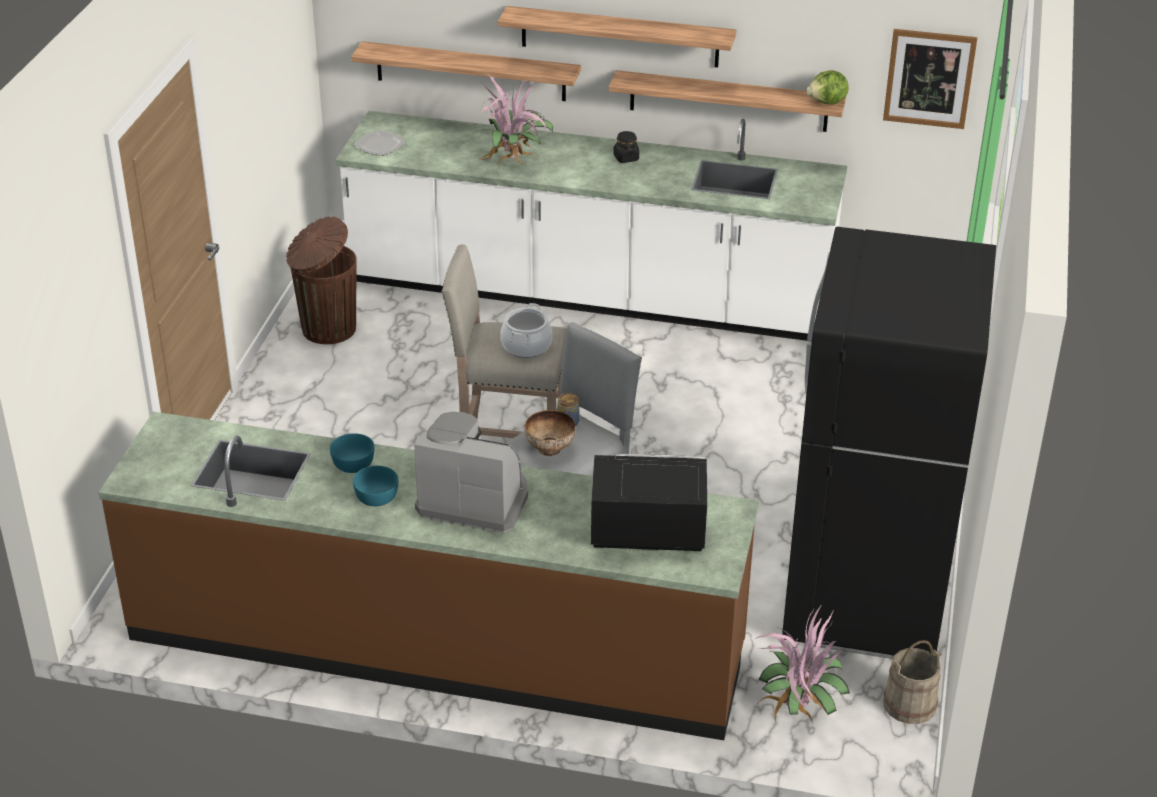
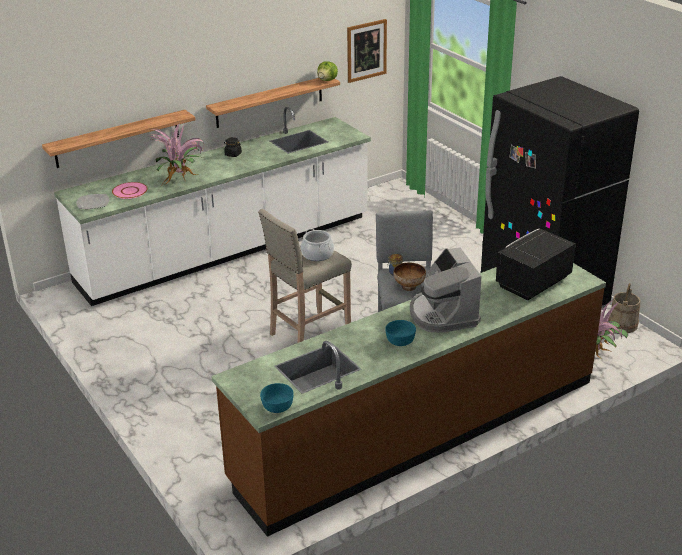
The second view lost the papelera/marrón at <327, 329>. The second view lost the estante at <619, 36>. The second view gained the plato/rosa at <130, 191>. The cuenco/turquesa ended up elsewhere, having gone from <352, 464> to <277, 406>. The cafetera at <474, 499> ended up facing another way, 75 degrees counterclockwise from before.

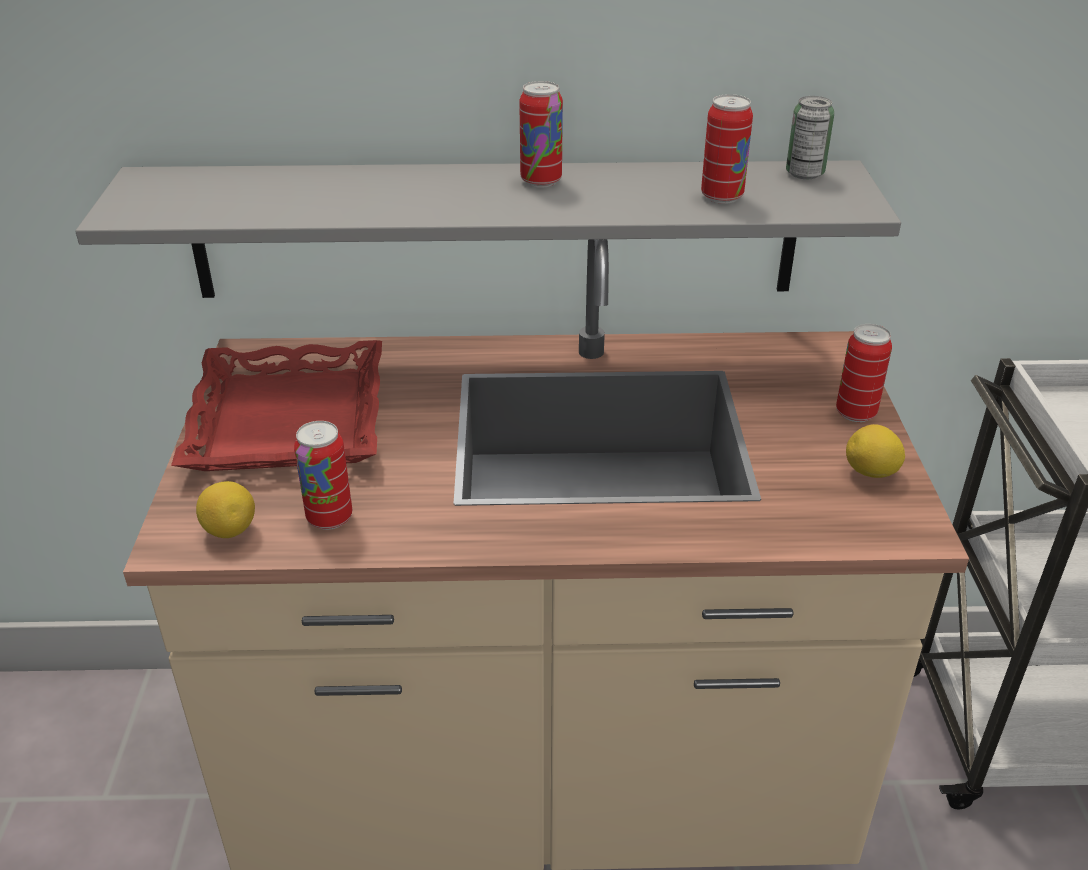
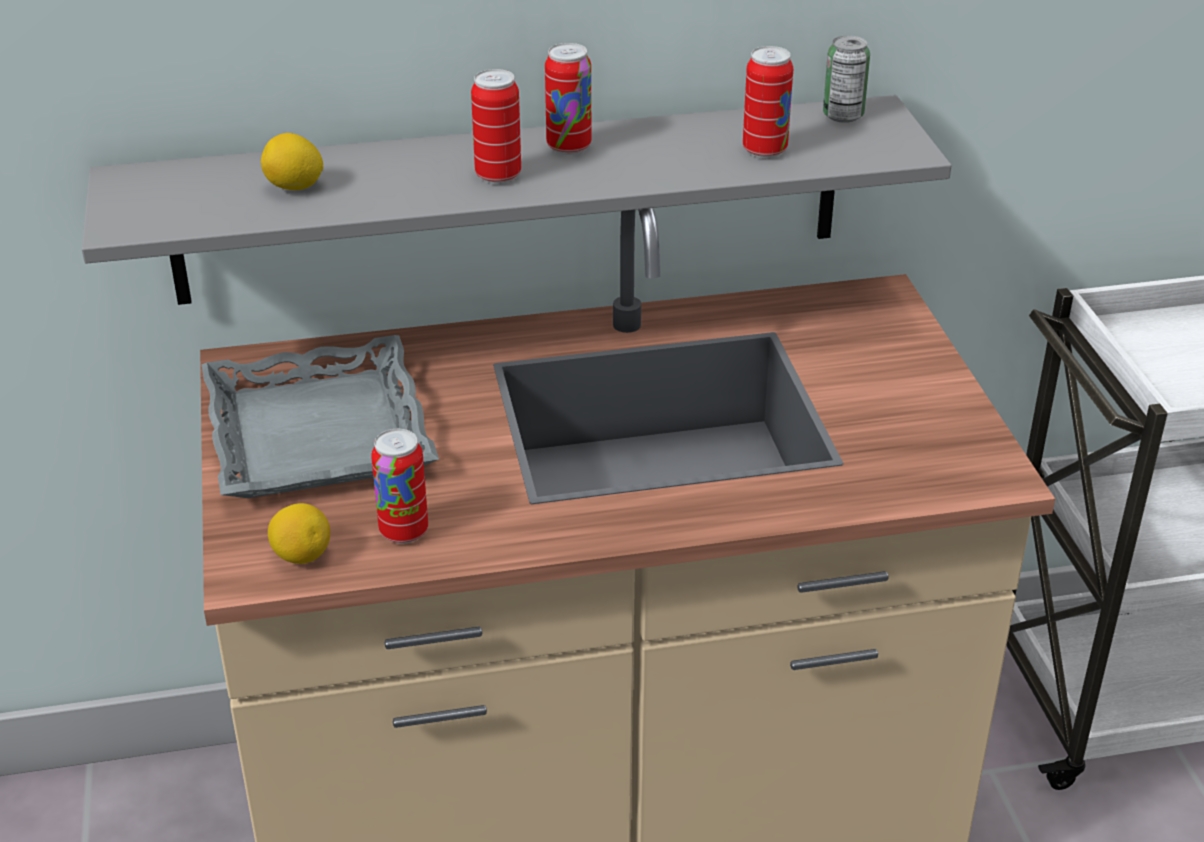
The lata ended up elsewhere, having gone from <855, 413> to <498, 175>. The limón ended up elsewhere, having gone from <871, 473> to <295, 188>. What was the bandeja/rojo at <286, 420> turned into the bandeja/gris at <316, 434>.

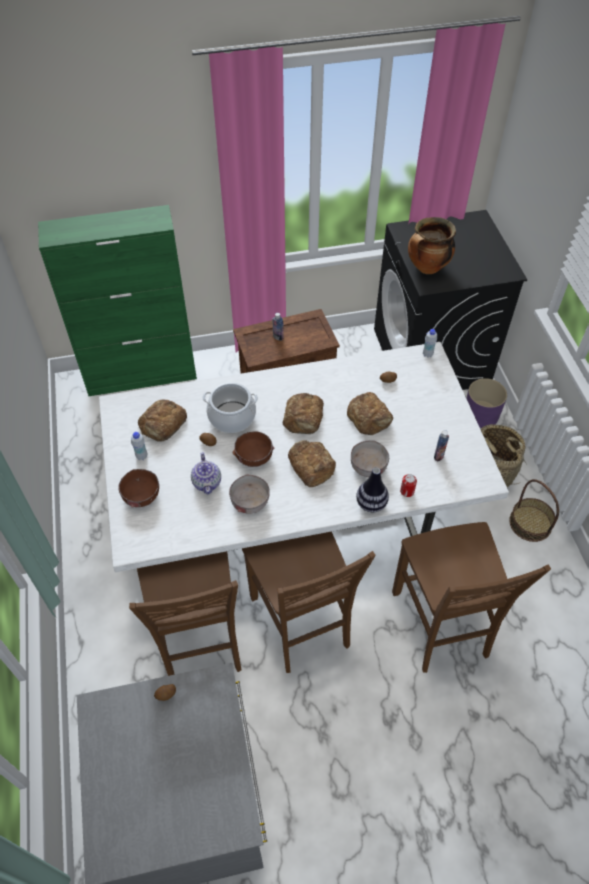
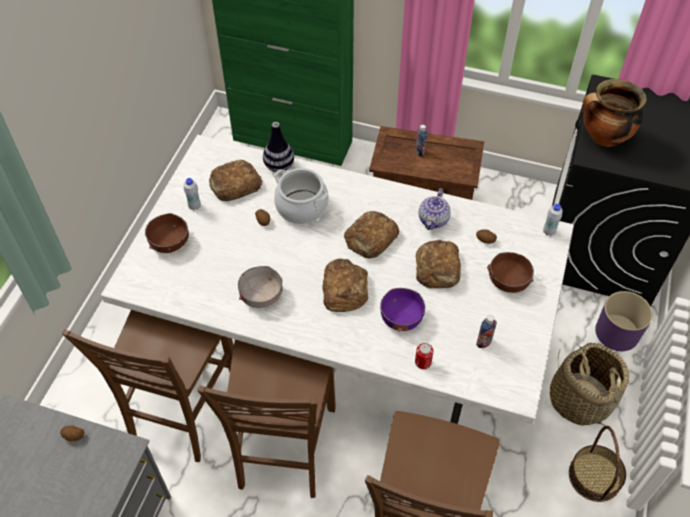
The tetera ended up elsewhere, having gone from <207, 482> to <433, 220>. The cuenco/marrón ended up elsewhere, having gone from <254, 456> to <508, 280>. The florero ended up elsewhere, having gone from <371, 504> to <279, 166>. What was the cuenco/gris at <368, 466> turned into the cuenco/morado at <401, 317>.

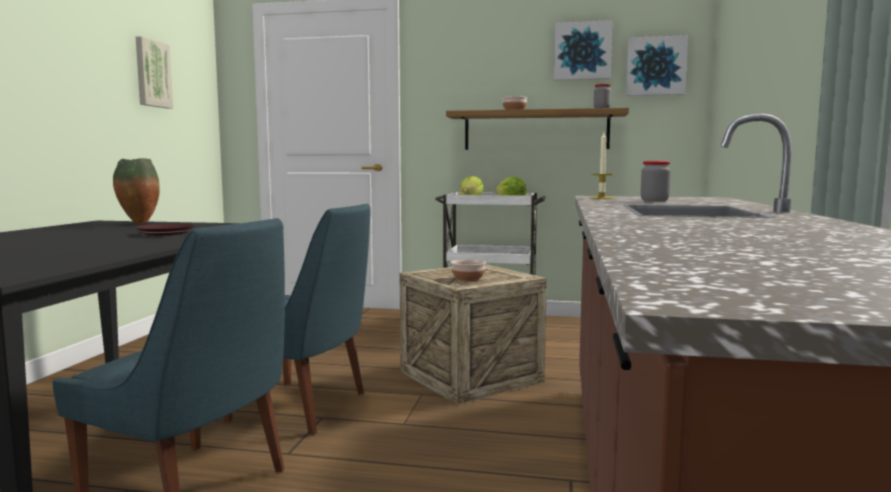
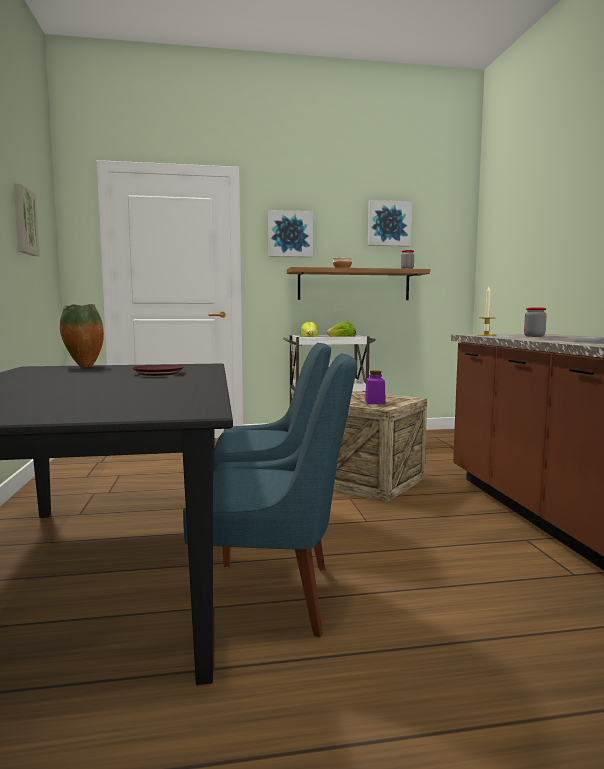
The cuadro ended up elsewhere, having gone from <655, 66> to <290, 234>. Where the cuenco stood at <468, 278>, the tarro/morado came to stand at <375, 402>.

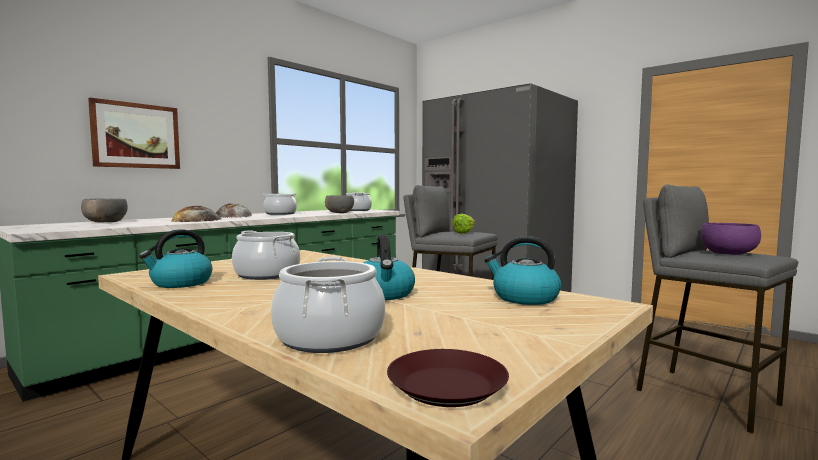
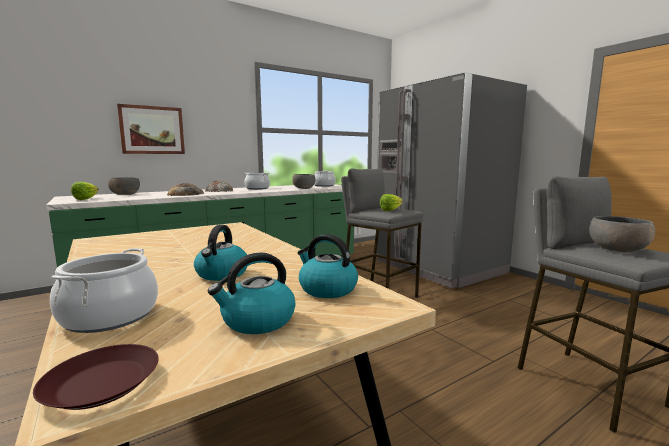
The second view lost the olla at <267, 274>. The second view gained the lechuga at <88, 199>. The hervidor ended up elsewhere, having gone from <180, 283> to <257, 321>. What was the cuenco/morado at <728, 253> turned into the cuenco/gris at <618, 249>.

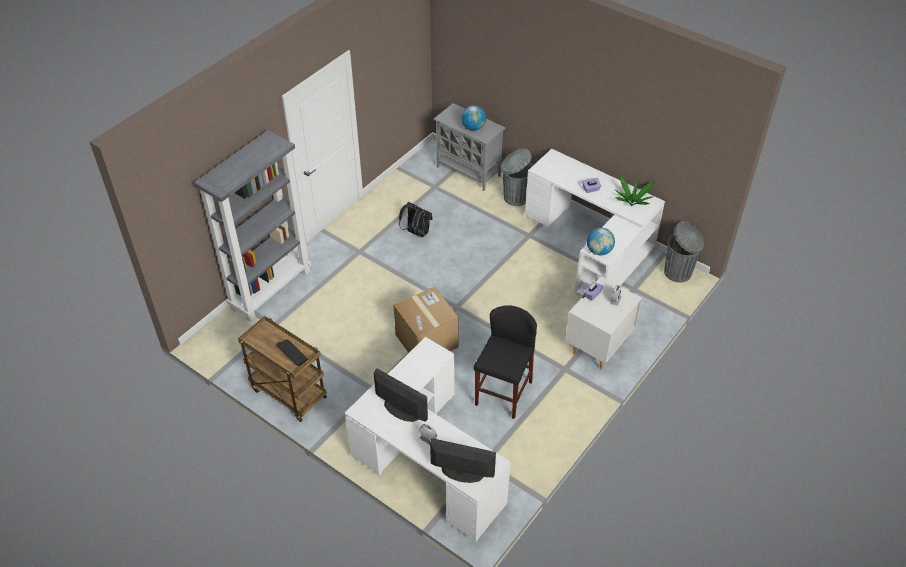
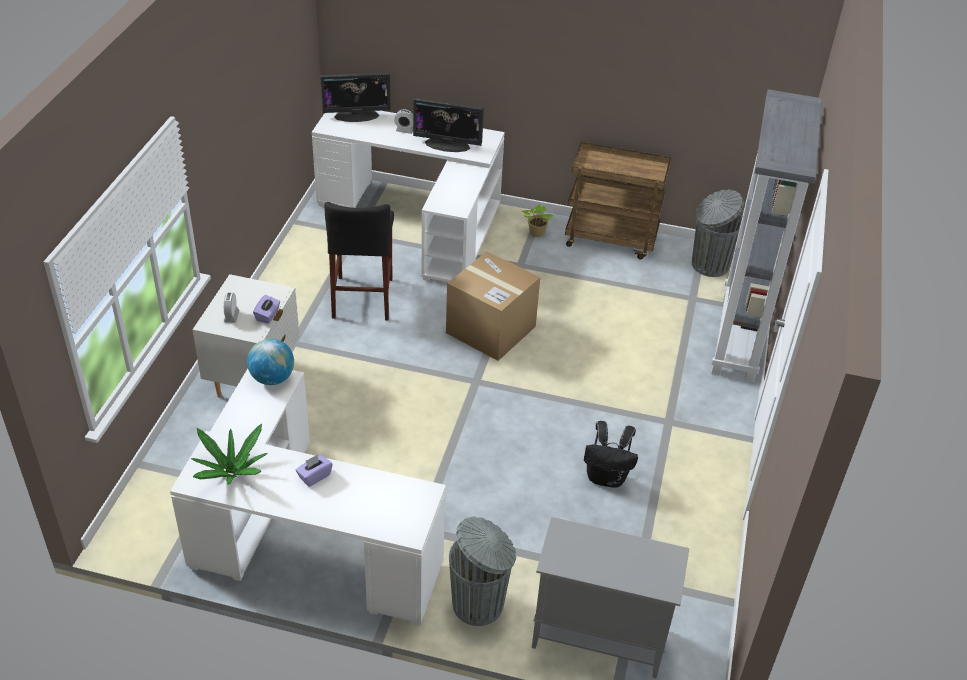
The second view lost the teclado at <292, 352>. The second view lost the globo terráqueo at <473, 128>. The second view gained the planta en maceta at <536, 233>. The papelera/gris ended up elsewhere, having gone from <678, 272> to <708, 265>.

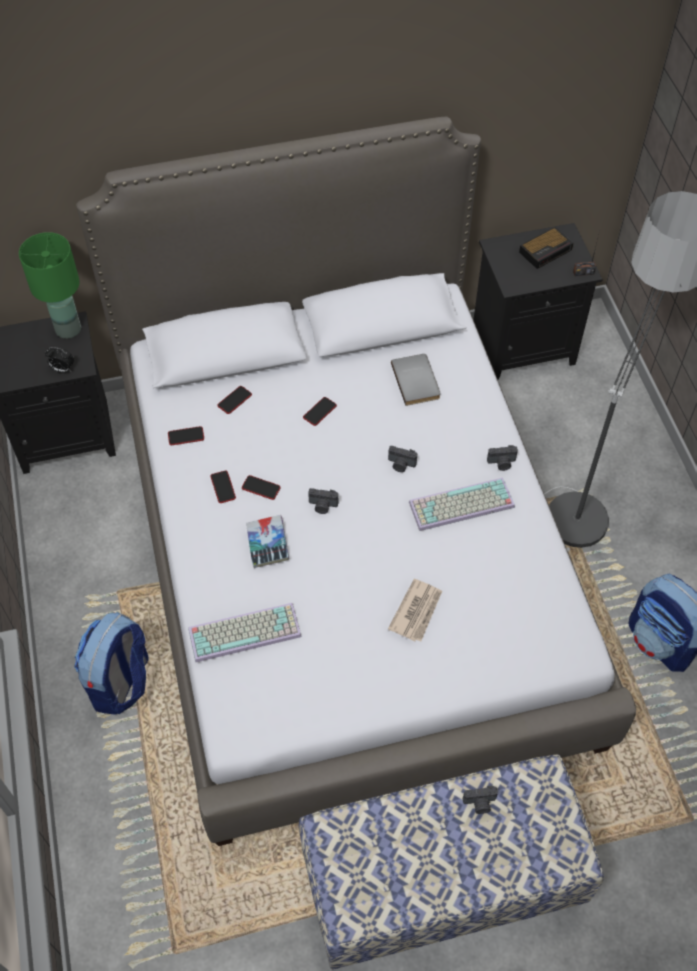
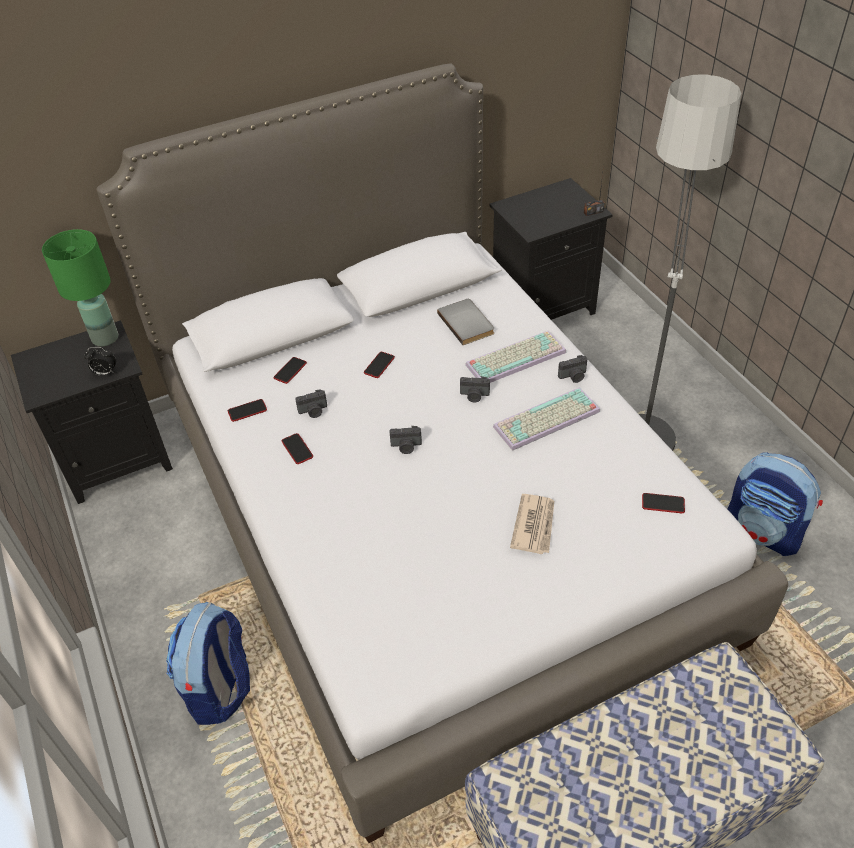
The second view lost the libro at <267, 544>. The second view lost the despertador at <546, 250>. The teclado ended up elsewhere, having gone from <245, 630> to <516, 357>. The móvil ended up elsewhere, having gone from <261, 488> to <663, 503>. The cámara ended up elsewhere, having gone from <480, 803> to <313, 411>.

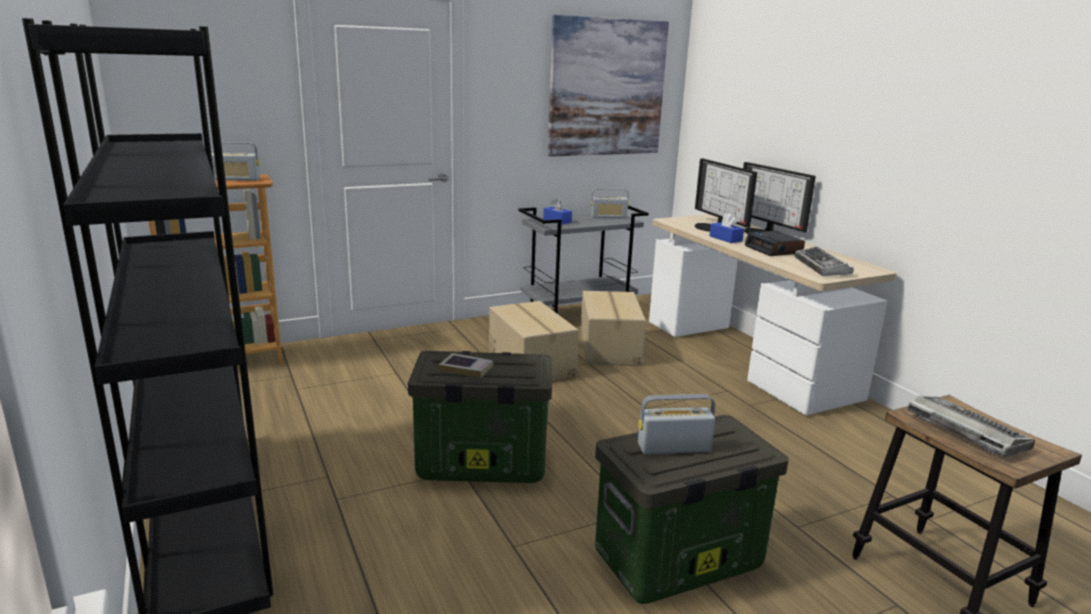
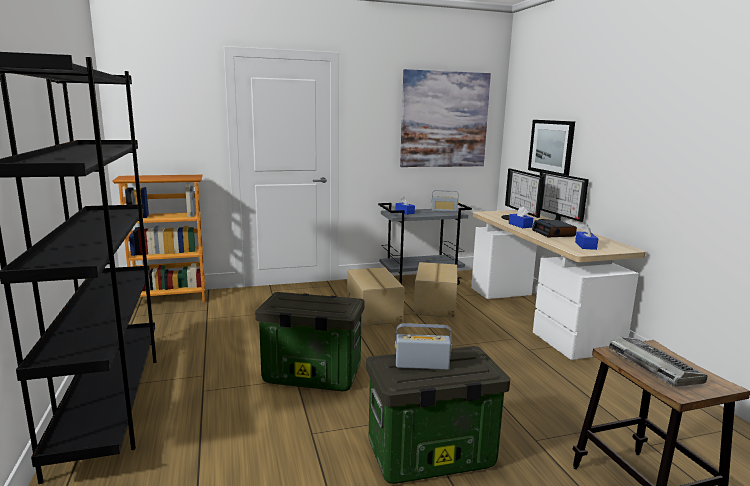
The second view lost the radio at <235, 179>. The second view lost the libro at <466, 369>. The second view gained the cuadro at <551, 147>. Where the teclado stood at <822, 267>, the caja de pañuelos/azul came to stand at <585, 245>.

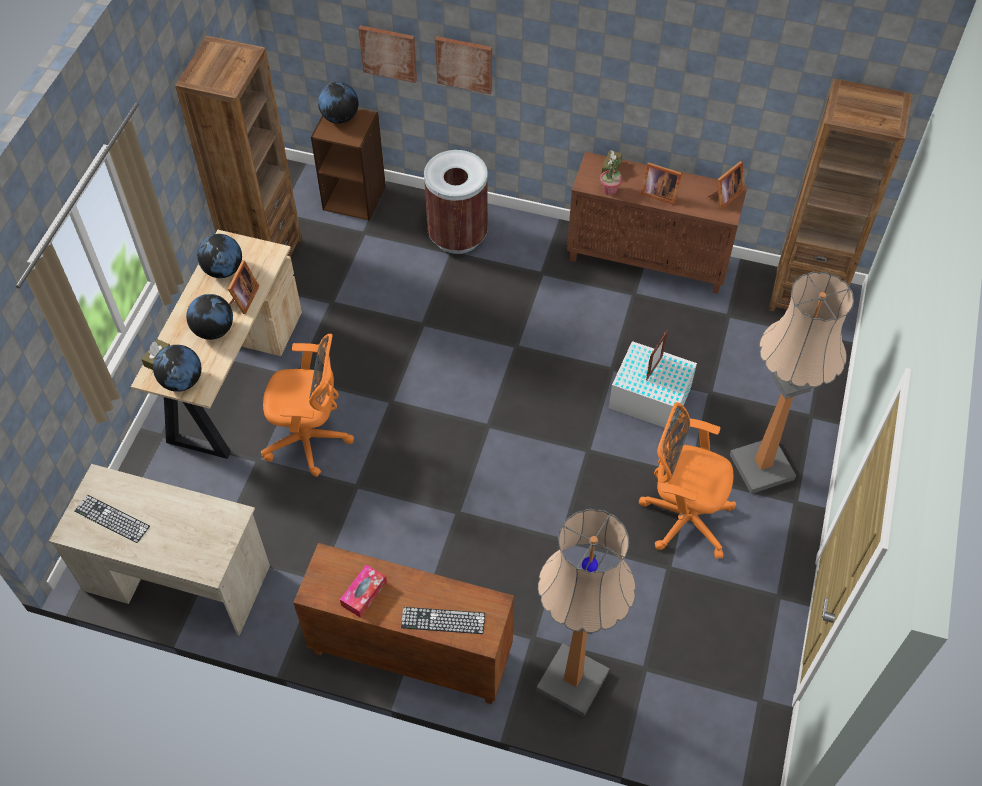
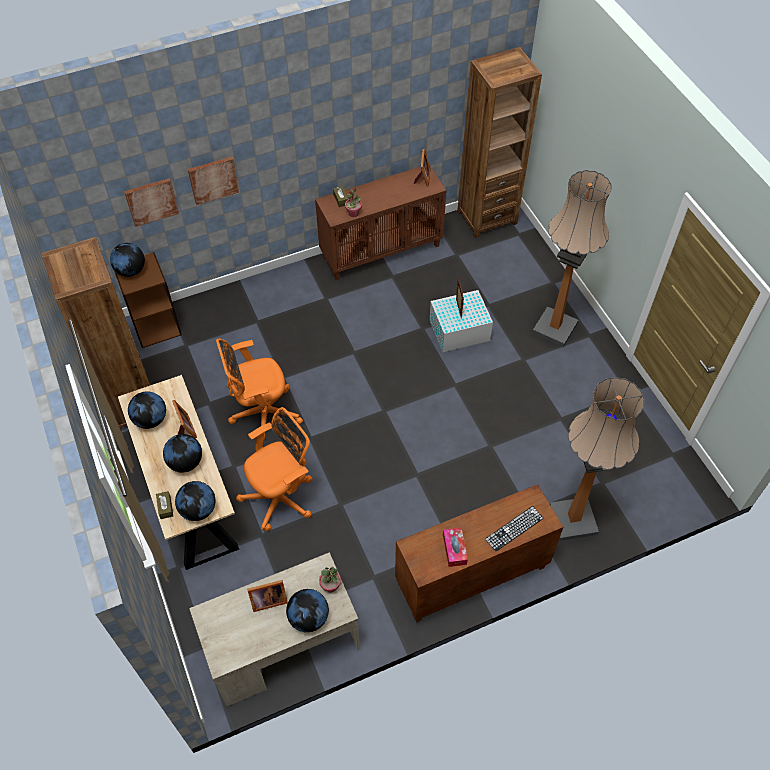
The second view lost the teclado at <112, 519>. The second view lost the papelera/marrón at <458, 235>. The second view gained the globo terráqueo at <308, 618>. The second view gained the planta en maceta at <330, 586>. The silla de oficina/naranja ended up elsewhere, having gone from <682, 517> to <262, 414>. The portarretratos ended up elsewhere, having gone from <658, 193> to <267, 600>.

